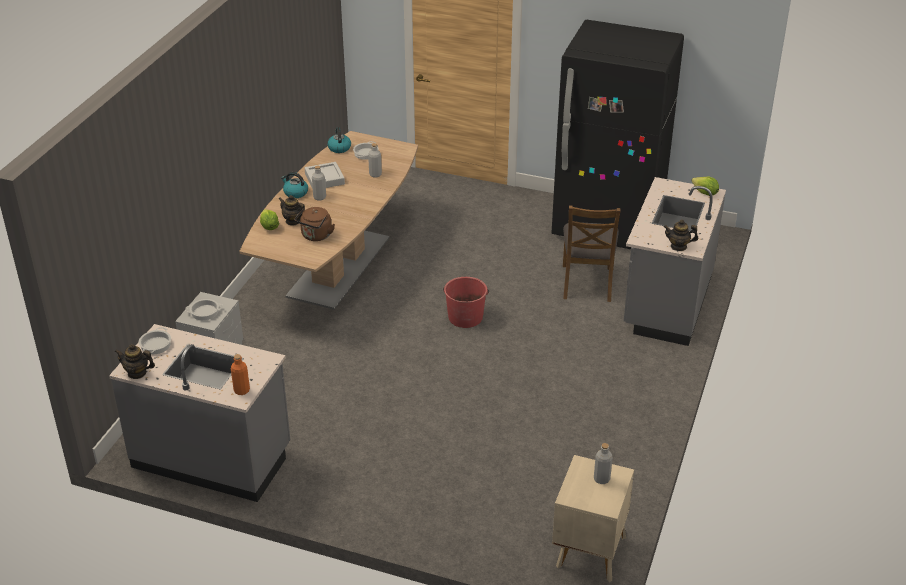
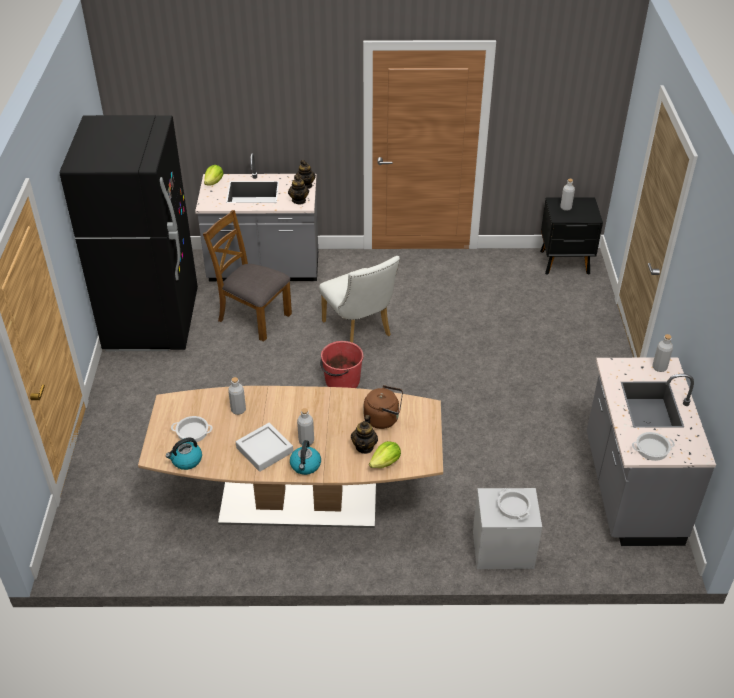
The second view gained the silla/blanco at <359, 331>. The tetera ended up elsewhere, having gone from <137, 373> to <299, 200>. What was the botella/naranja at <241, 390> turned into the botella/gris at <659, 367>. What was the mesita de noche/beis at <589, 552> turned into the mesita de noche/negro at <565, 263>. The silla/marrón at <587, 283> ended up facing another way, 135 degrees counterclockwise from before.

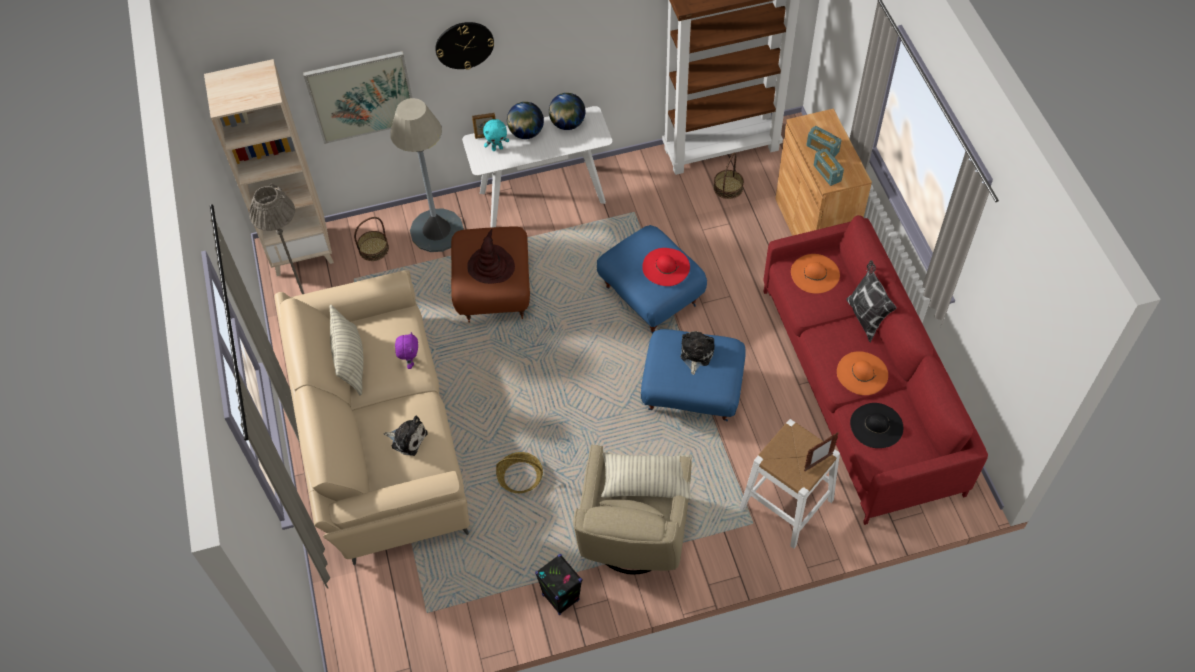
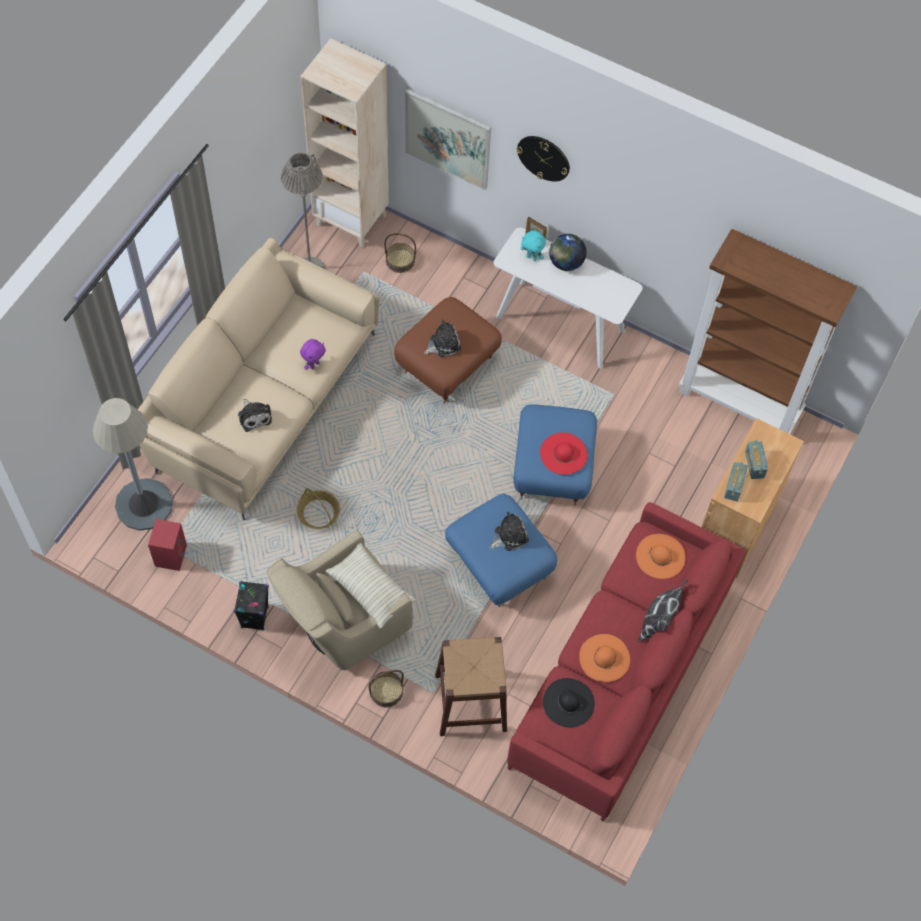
The second view lost the cojín at <351, 361>. The second view lost the globo terráqueo at <567, 124>. The second view lost the portarretratos at <817, 463>. The second view gained the altavoz/rojo at <170, 555>. The lámpara de pie/gris ended up elsewhere, having gone from <436, 231> to <143, 504>. The cesta ended up elsewhere, having gone from <728, 187> to <386, 691>. Where the sombrero/marrón stood at <491, 266>, the peluche came to stand at <443, 343>. What was the taburete/blanco at <786, 504> turned into the taburete/marrón at <470, 702>.

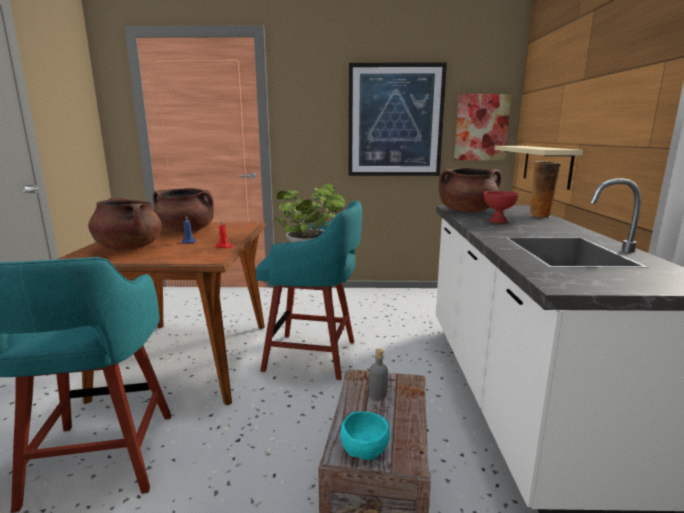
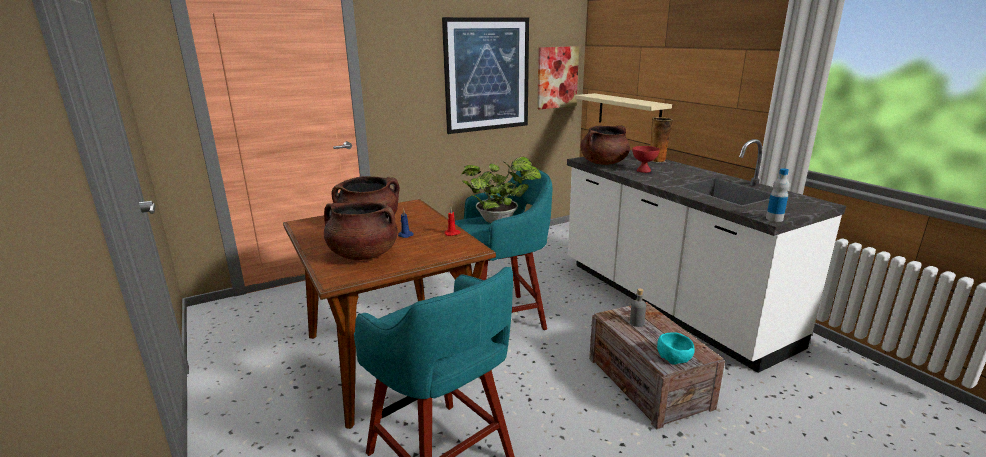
The second view gained the botella at <774, 219>.

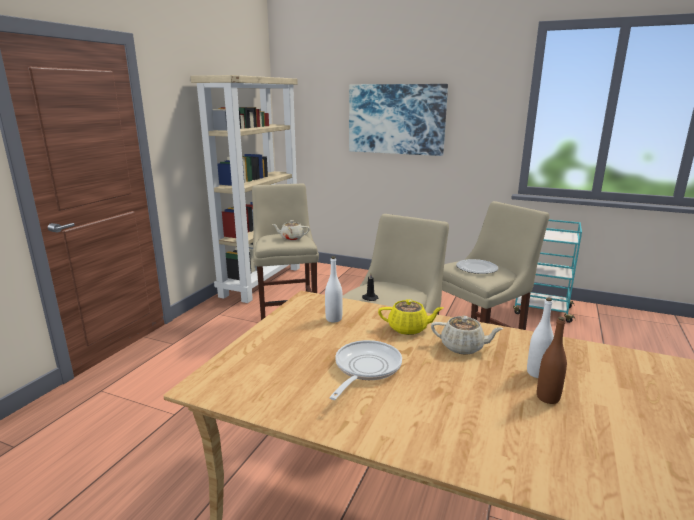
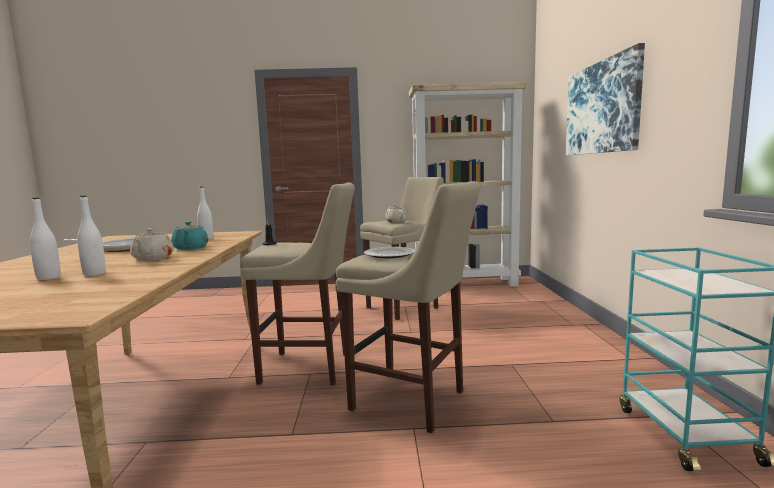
What was the tetera/amarillo at <408, 328> turned into the tetera/turquesa at <190, 248>. What was the botella/marrón at <548, 398> turned into the botella/blanco at <48, 277>.

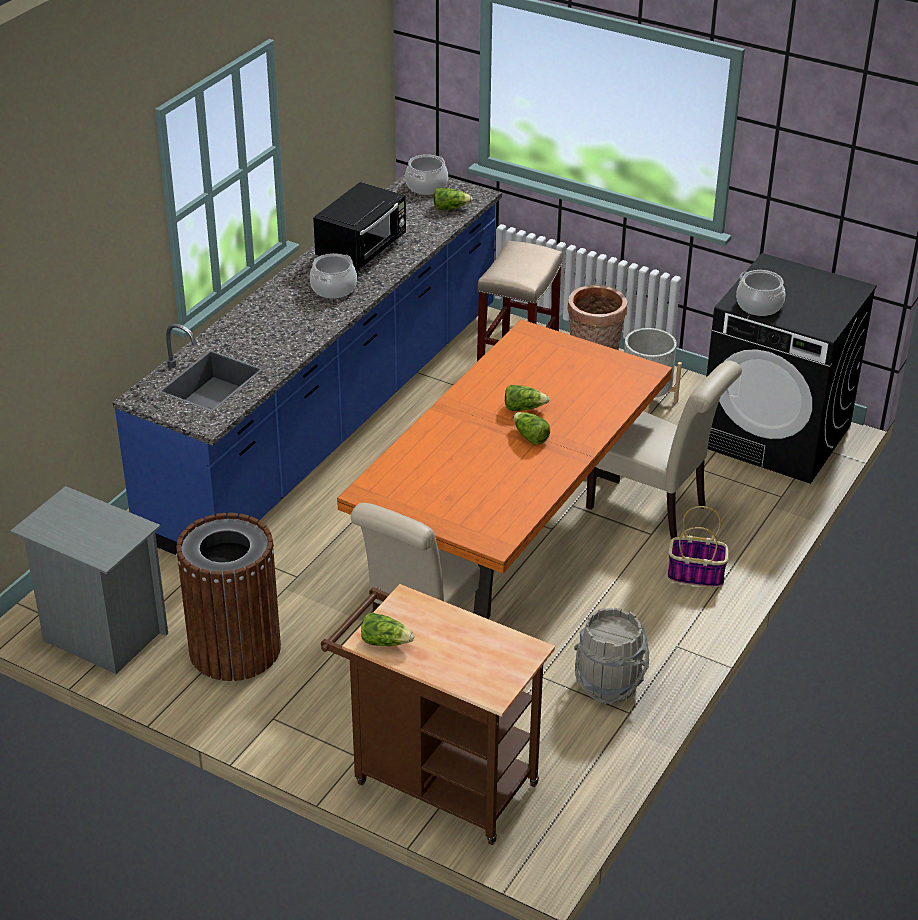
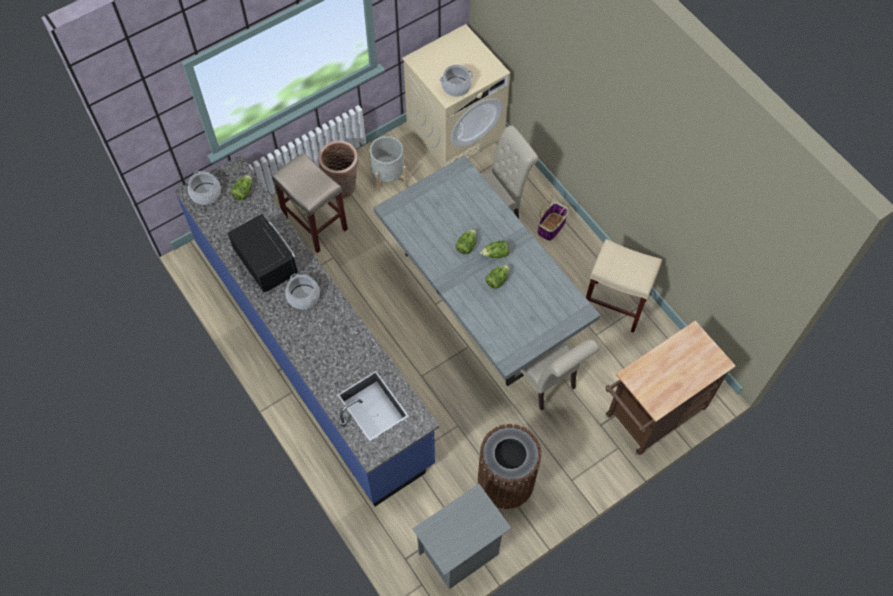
The lechuga ended up elsewhere, having gone from <385, 642> to <497, 280>. Where the cubo/gris stood at <609, 684>, the taburete/beis came to stand at <615, 305>. What was the mesa de comedor/naranja at <509, 541> turned into the mesa de comedor/gris at <480, 302>. What was the lavadora/negro at <776, 436> turned into the lavadora/beis at <456, 131>.

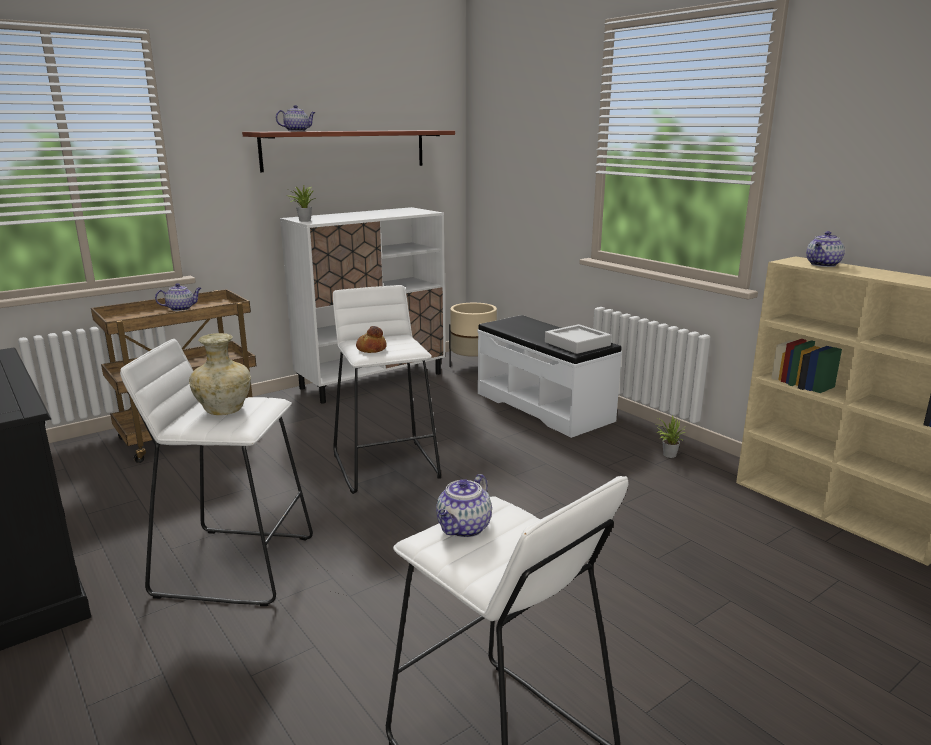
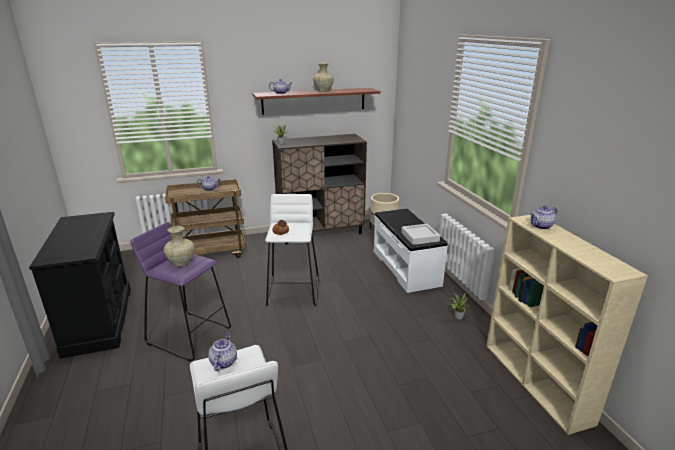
The second view gained the florero/beis at <323, 91>. What was the taburete/blanco at <234, 565> turned into the taburete/morado at <189, 335>. What was the armario/blanco at <372, 380> turned into the armario/marrón at <321, 233>. The tetera at <464, 529> ended up facing another way, 135 degrees clockwise from before.

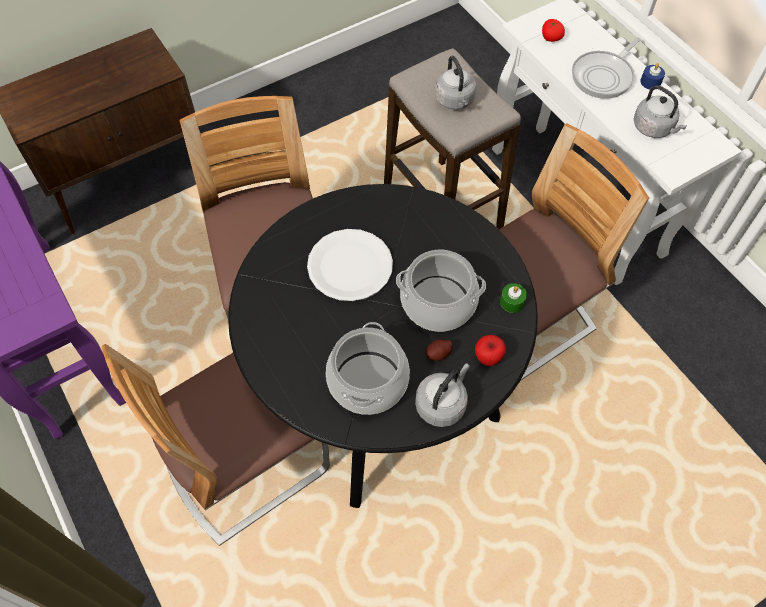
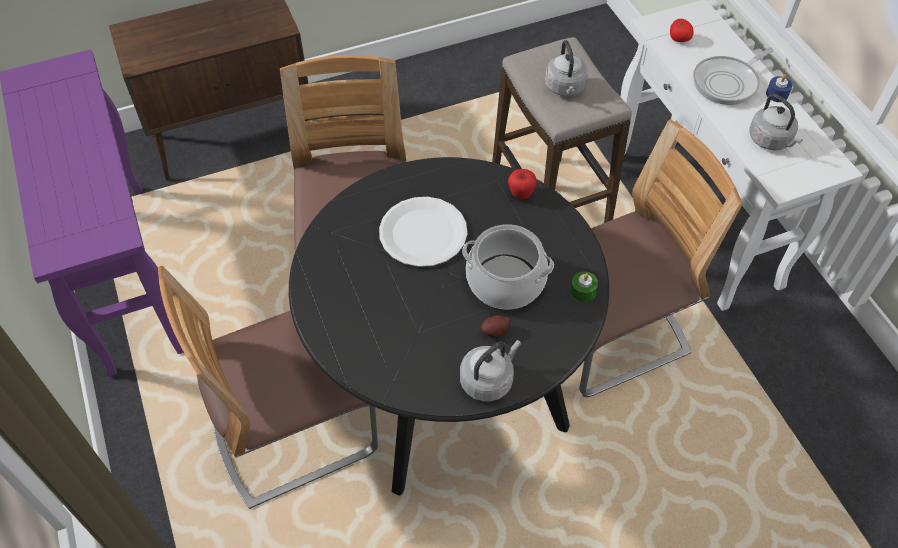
The second view lost the olla at <367, 381>. The manzana ended up elsewhere, having gone from <488, 358> to <521, 194>.

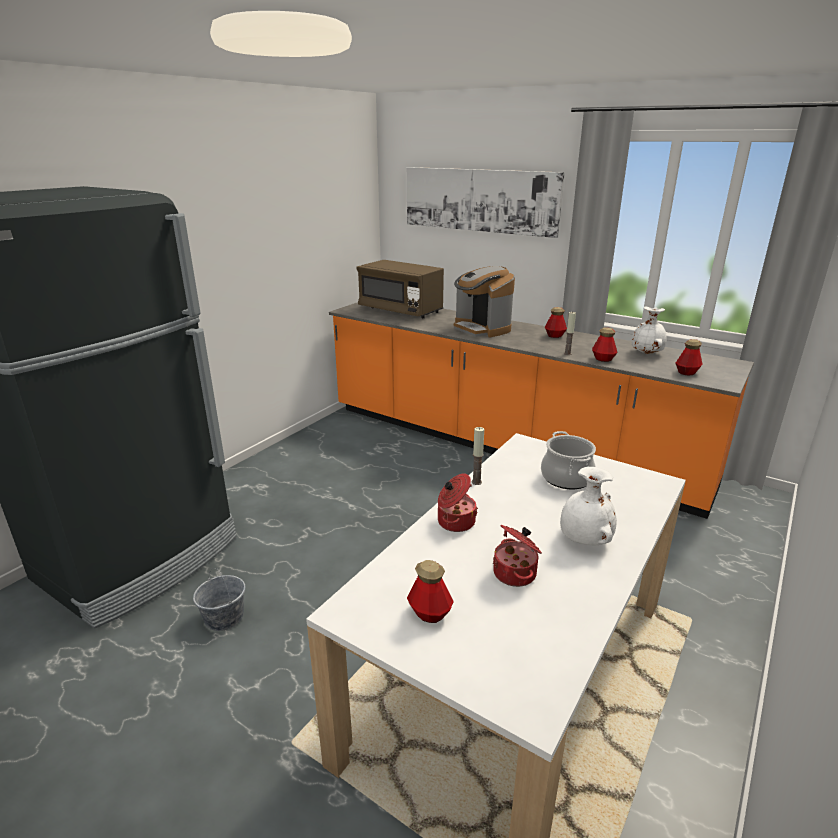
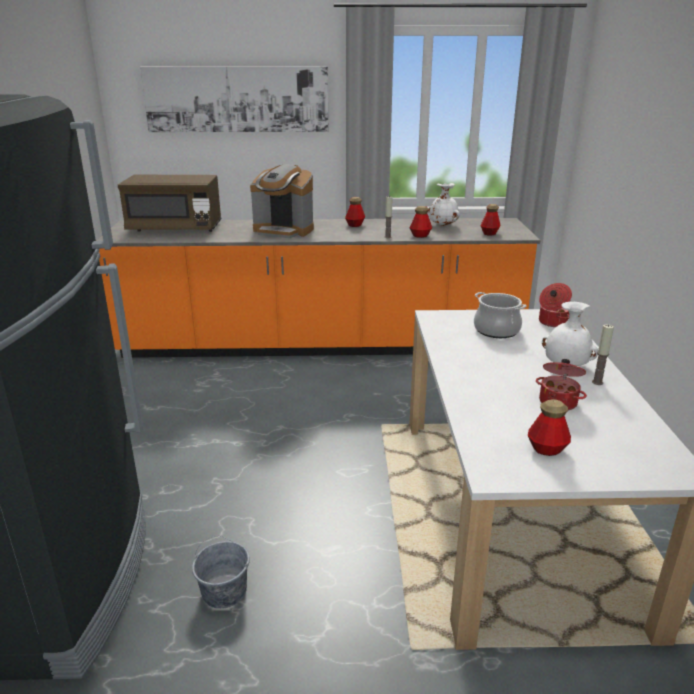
The olla ended up elsewhere, having gone from <455, 521> to <552, 322>. The vela ended up elsewhere, having gone from <476, 482> to <597, 382>.

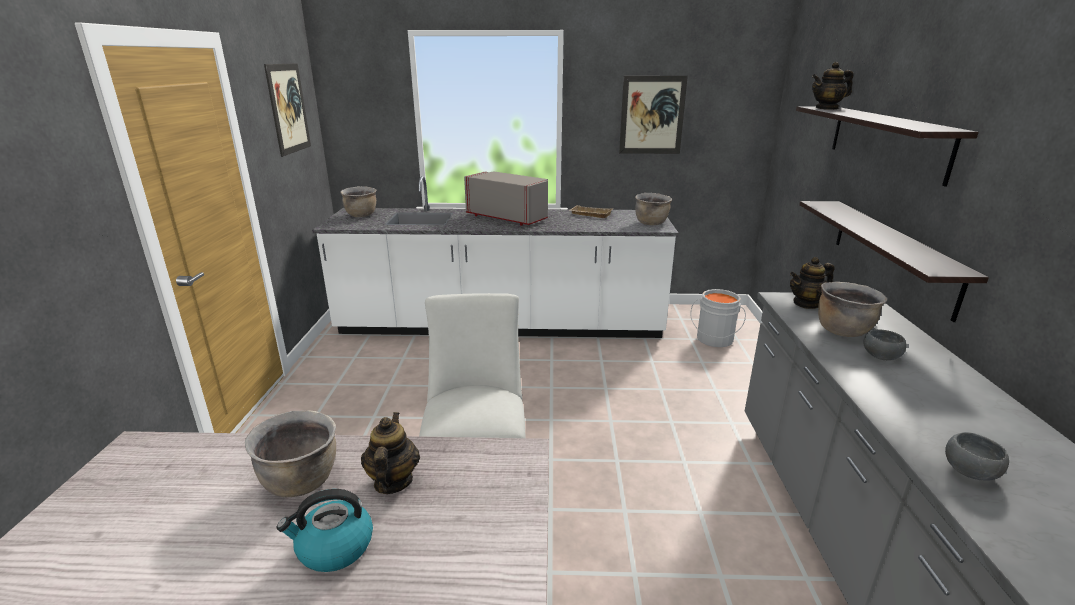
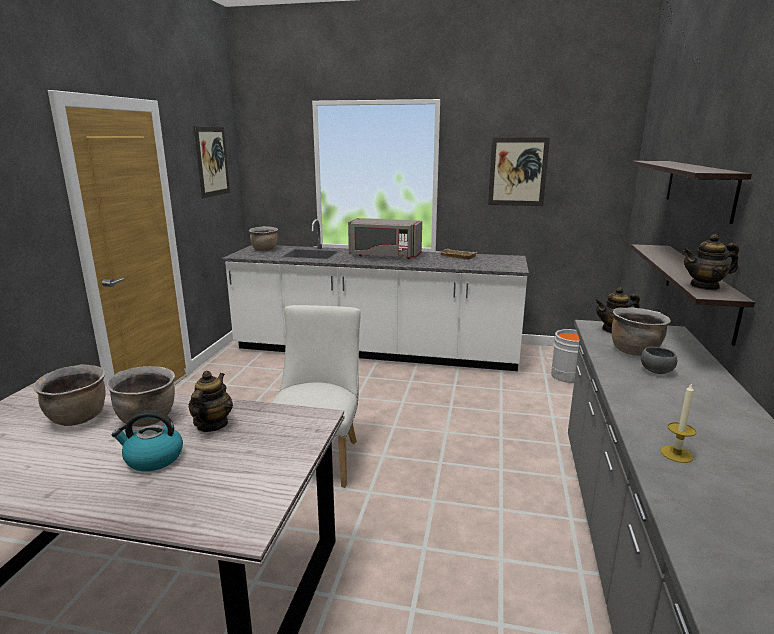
The olla/marrón ended up elsewhere, having gone from <651, 223> to <78, 418>. The tetera ended up elsewhere, having gone from <827, 108> to <705, 286>. Where the cuenco/gris stood at <968, 472>, the vela came to stand at <676, 454>. The microondas/gris at <508, 217> ended up facing another way, 150 degrees clockwise from before.

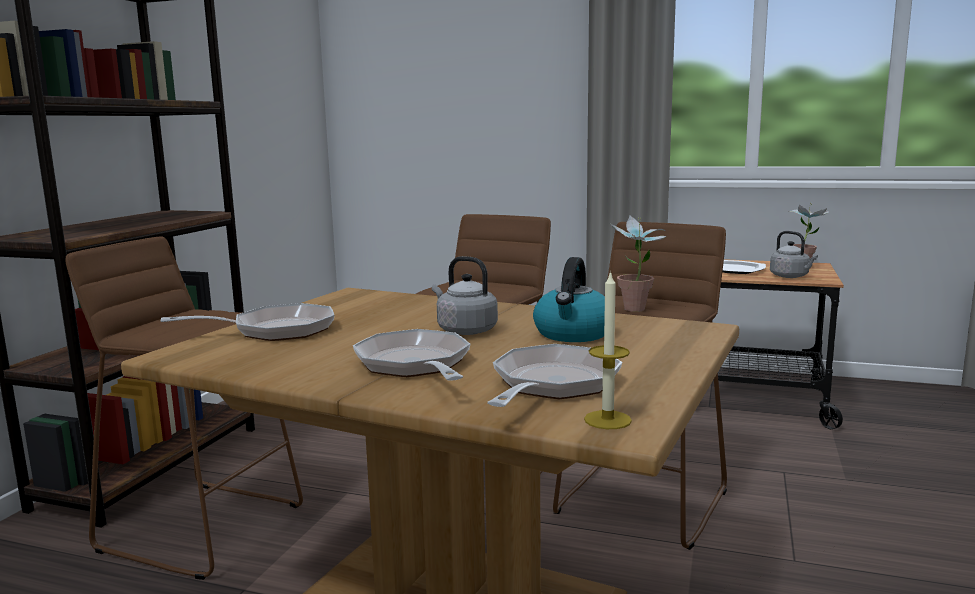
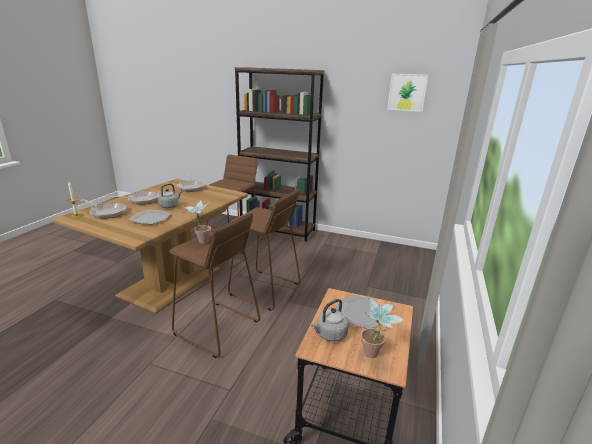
The second view gained the cuadro at <407, 92>. Where the hervidor stood at <573, 334>, the plato came to stand at <150, 218>.

